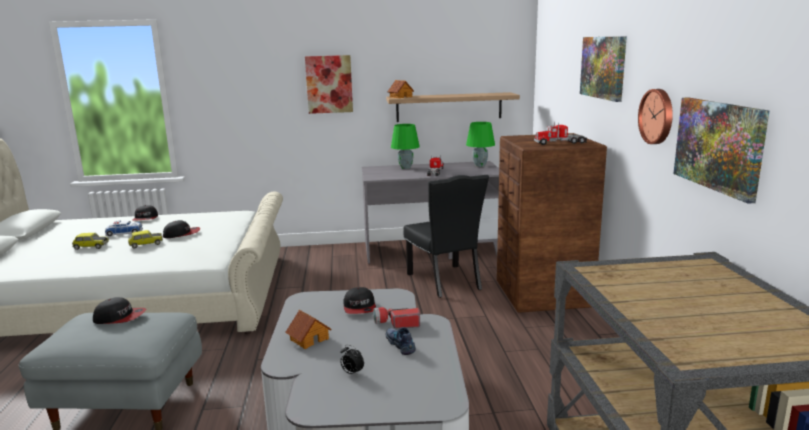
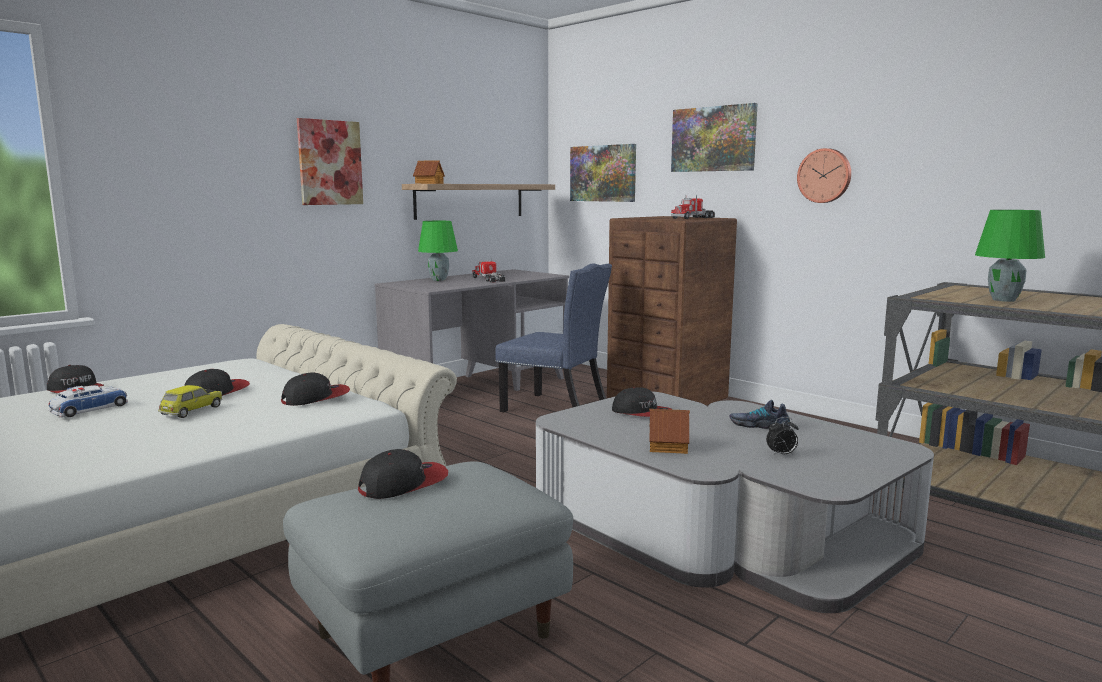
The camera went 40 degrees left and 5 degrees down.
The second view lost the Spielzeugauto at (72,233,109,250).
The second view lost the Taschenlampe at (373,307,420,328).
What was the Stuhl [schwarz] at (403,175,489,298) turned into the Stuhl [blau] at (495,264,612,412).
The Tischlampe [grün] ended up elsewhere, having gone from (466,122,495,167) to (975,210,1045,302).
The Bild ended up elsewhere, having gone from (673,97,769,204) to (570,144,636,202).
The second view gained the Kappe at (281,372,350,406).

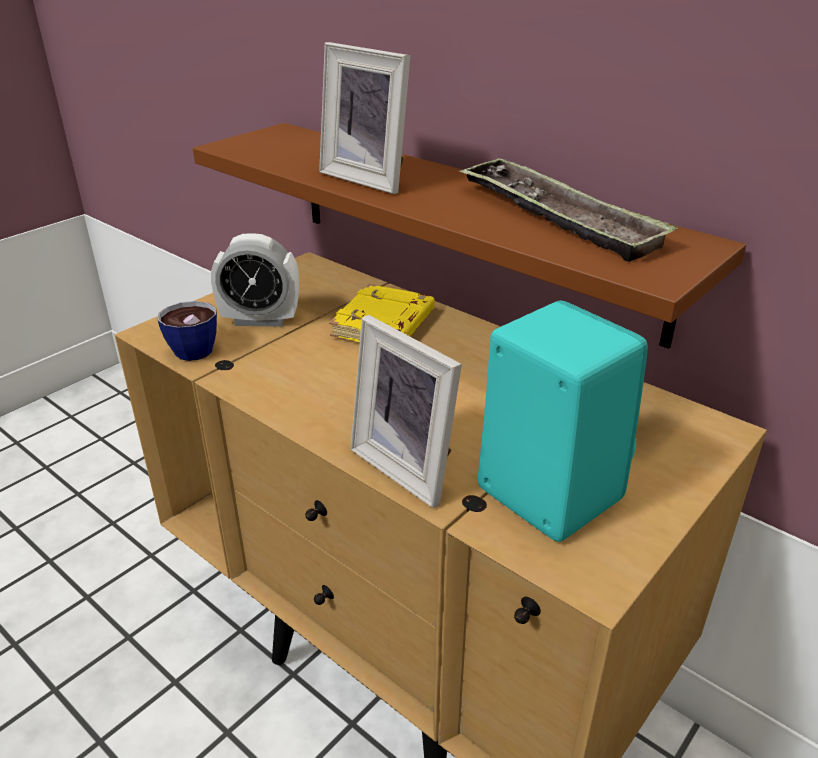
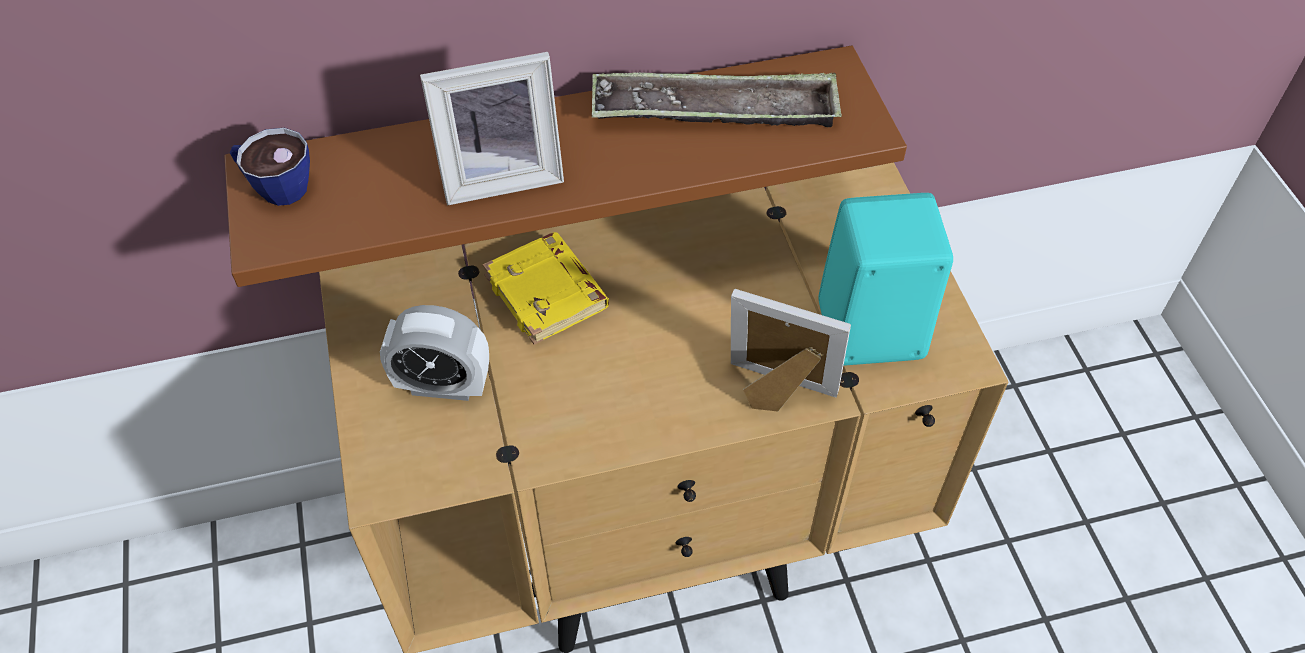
The camera went 55 degrees left and 20 degrees up.
The Tasse ended up elsewhere, having gone from (158,301,217,361) to (230,128,310,206).
The Wecker at (211,233,299,327) ended up facing another way, 60 degrees clockwise from before.
The Bilderrahmen at (351,315,462,508) ended up facing another way, 150 degrees counterclockwise from before.

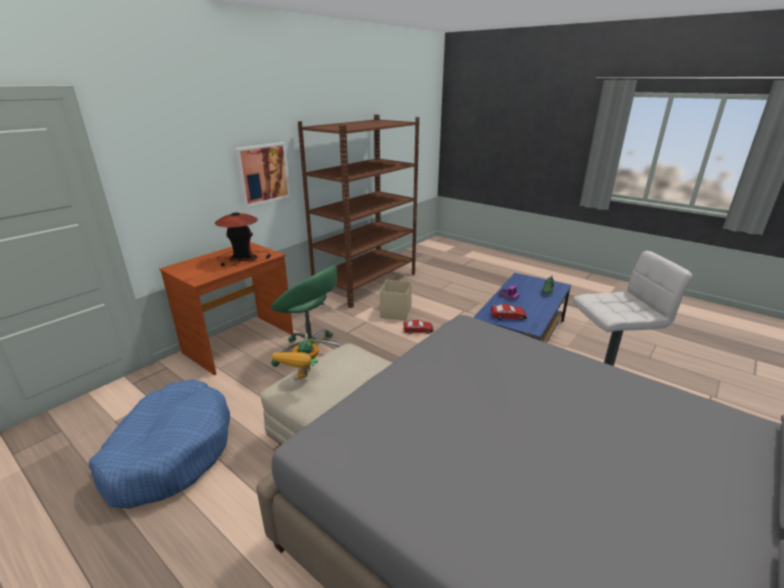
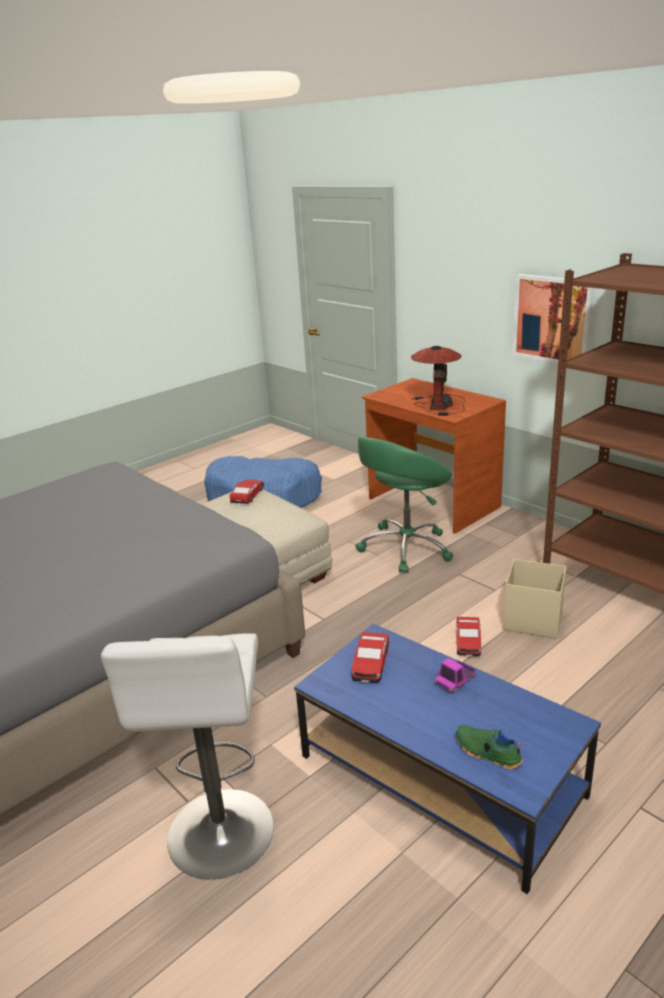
The camera went 100 degrees right and 0 degrees up.
Where the Spielzeugroboter stood at (272,333,319,381), the Spielzeugauto came to stand at (230,480,264,504).

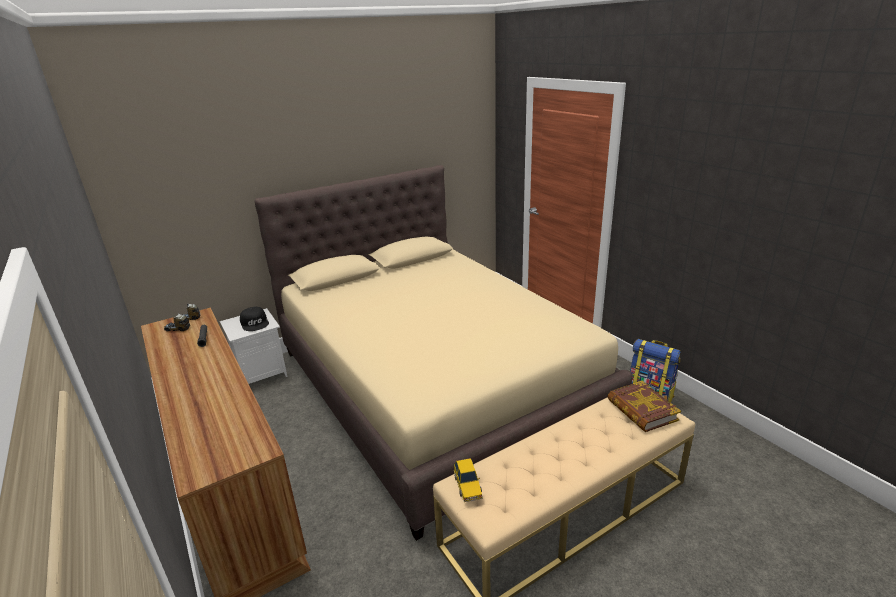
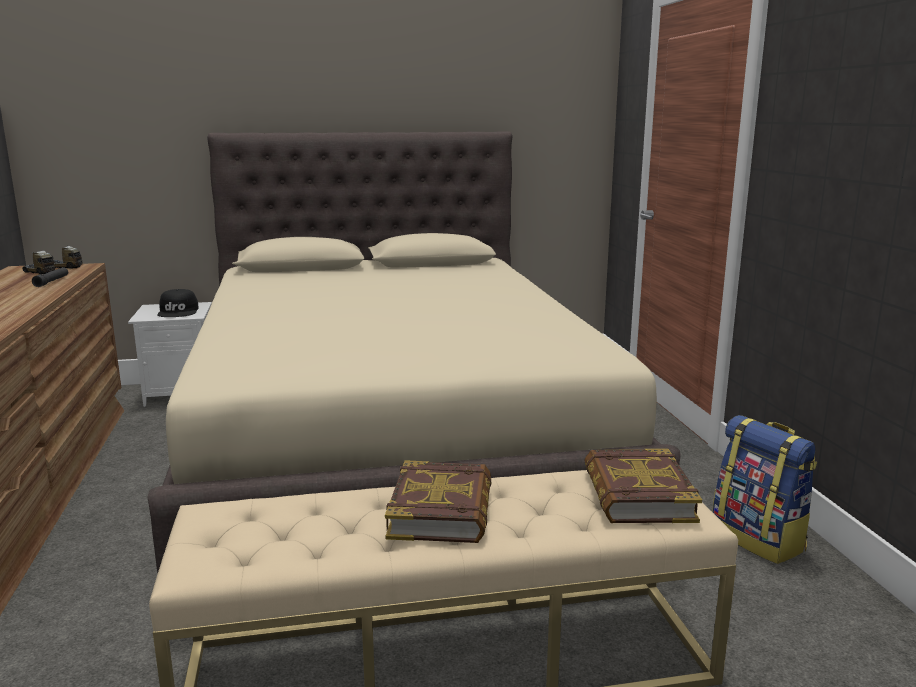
The camera went 20 degrees right and 10 degrees down.
The second view lost the Spielzeugauto at (454,458,483,502).
The second view gained the Buch at (385,460,491,543).

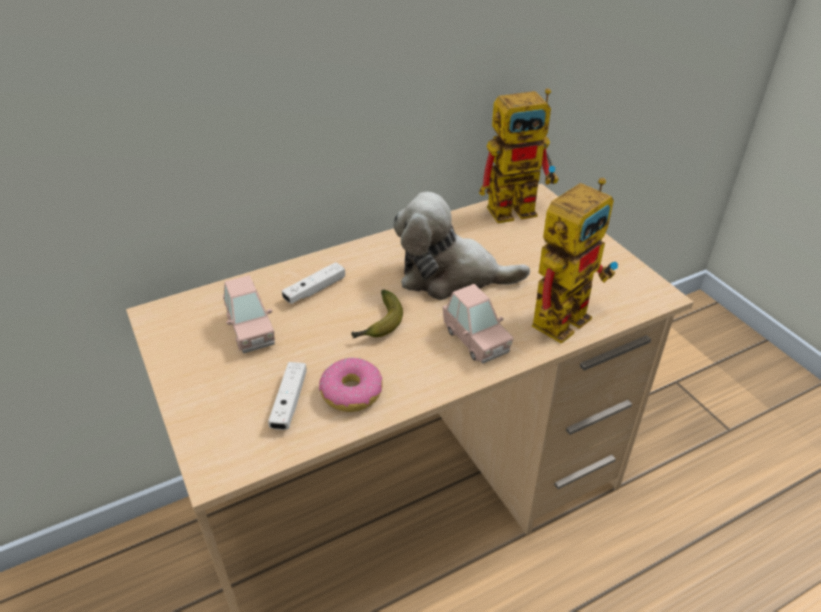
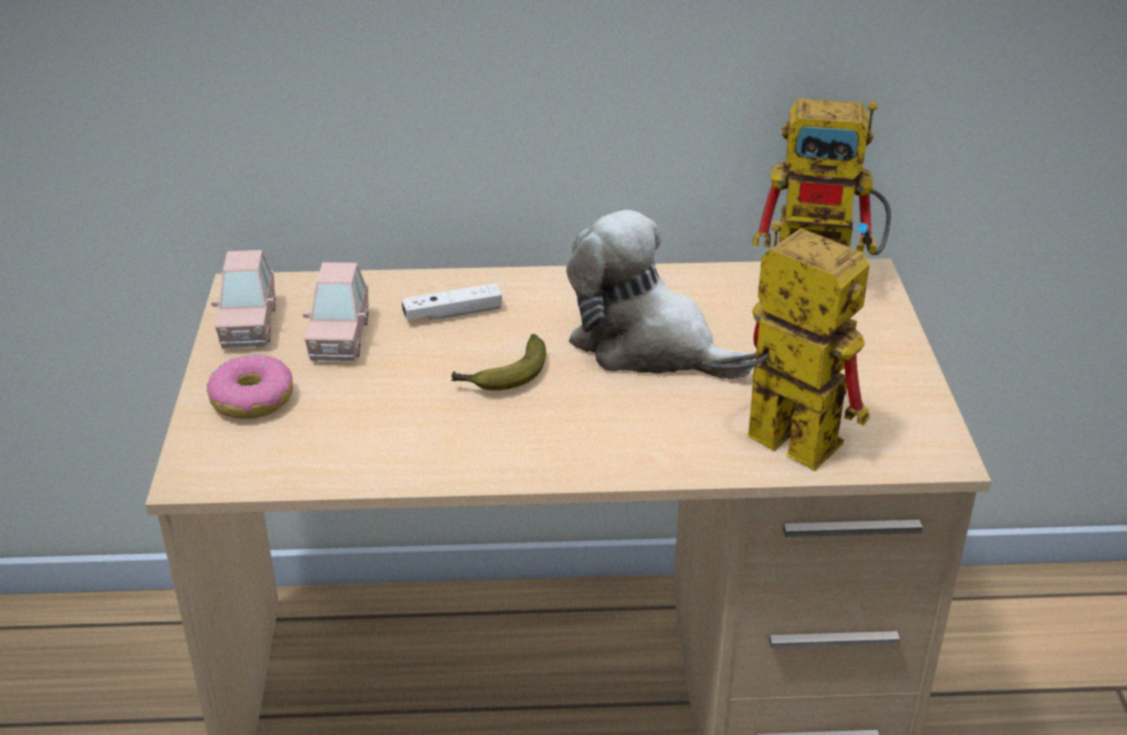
The camera went 25 degrees right and 5 degrees down.
The second view lost the Gamepad [weiß] at (268,362,307,430).
The Donut ended up elsewhere, having gone from (319,358,382,412) to (207,354,293,419).
The Spielzeugauto [rosa] ended up elsewhere, having gone from (443,284,513,364) to (211,250,276,348).
The Spielzeugroboter at (532,178,618,344) ended up facing another way, 120 degrees counterclockwise from before.

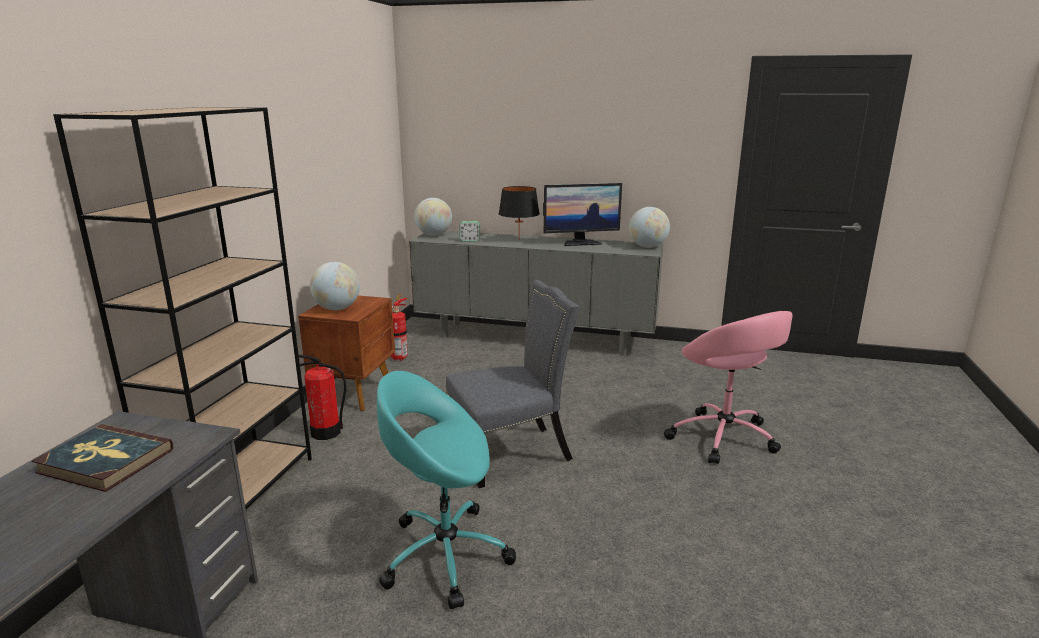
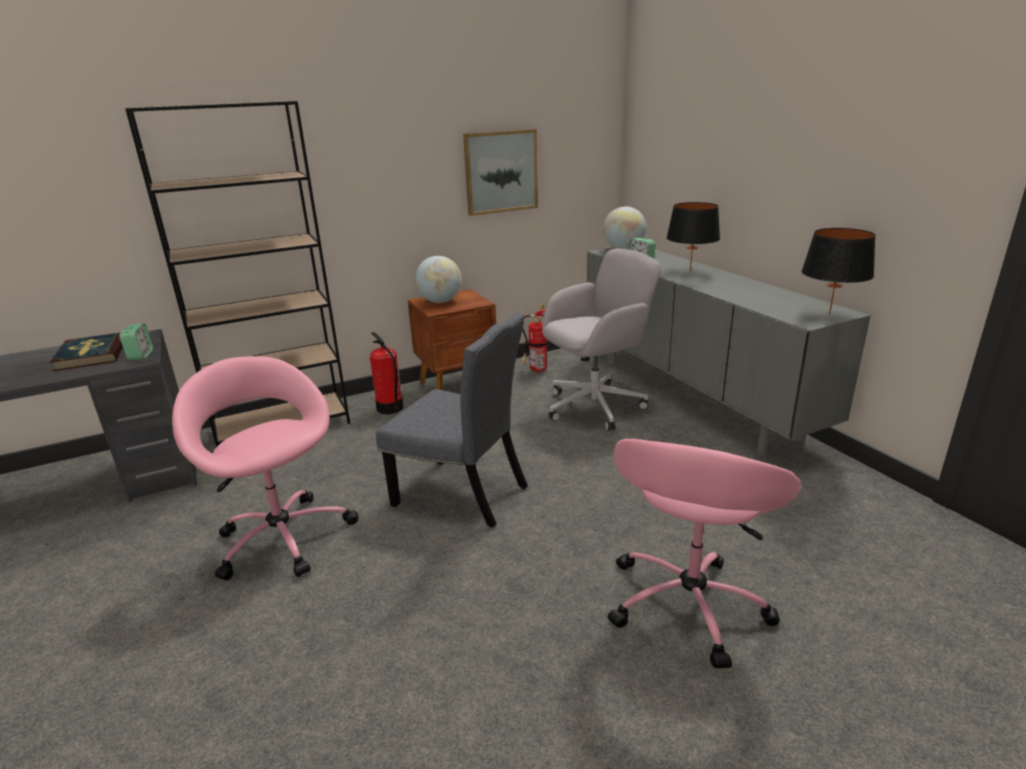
The camera went 50 degrees right and 5 degrees up.
What was the Bürostuhl [türkis] at (377,371,516,609) turned into the Bürostuhl [rosa] at (172,356,359,580).
The second view lost the Monitor at (543,183,622,246).
Where the Globus stood at (629,207,670,248), the Tischlampe [schwarz] came to stand at (801,228,876,315).
The second view gained the Wecker at (120,323,153,361).
The second view gained the Bild at (463,129,538,216).
The second view gained the Bürostuhl [grau] at (542,248,661,430).

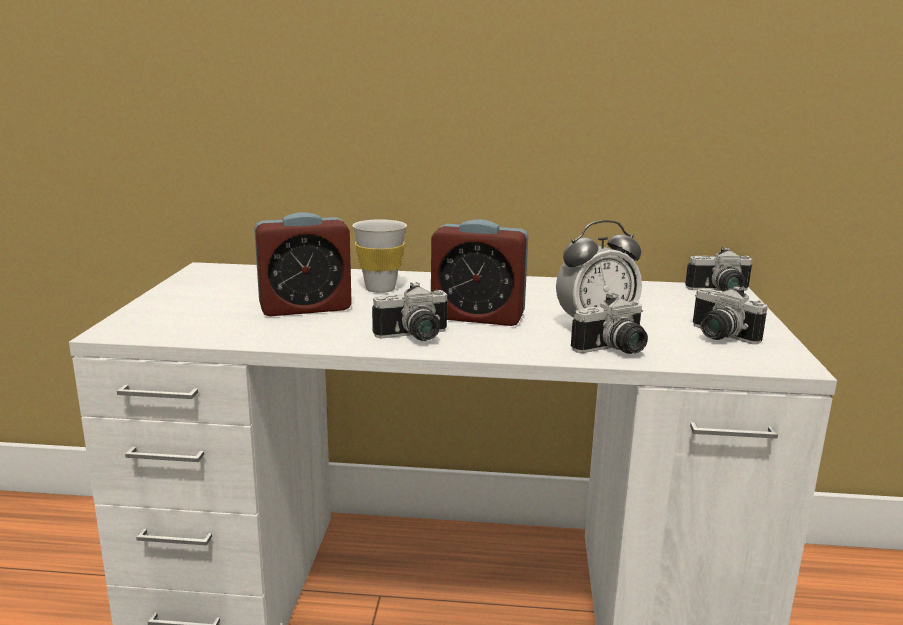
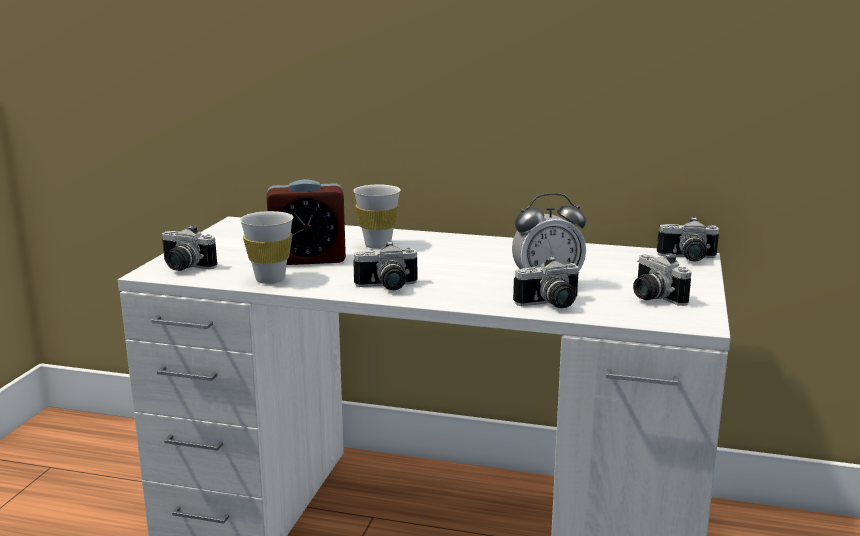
The camera went 10 degrees right and 0 degrees up.
The second view lost the Wecker at (431,219,528,326).
The second view gained the Kamera at (161,225,217,271).
The second view gained the Tasse [weiß] at (240,211,293,284).

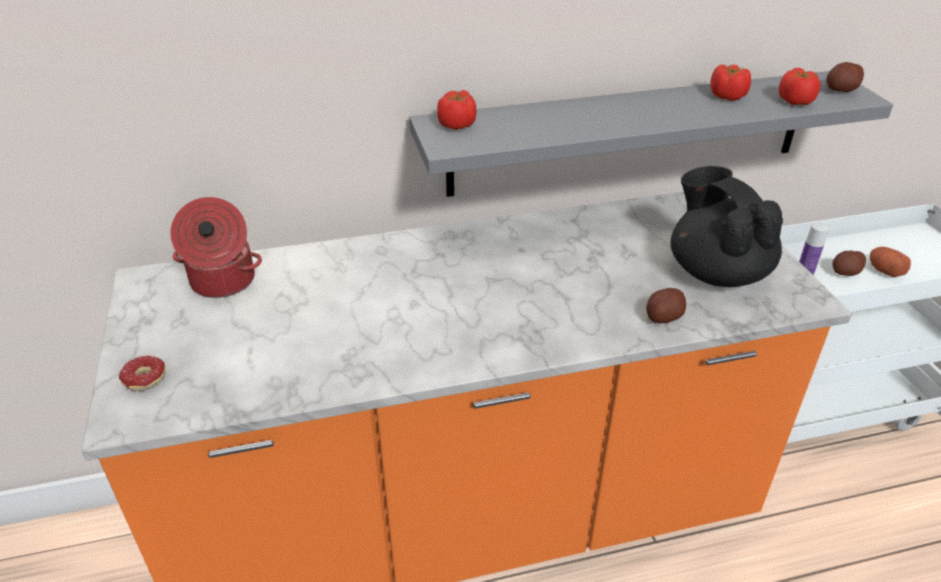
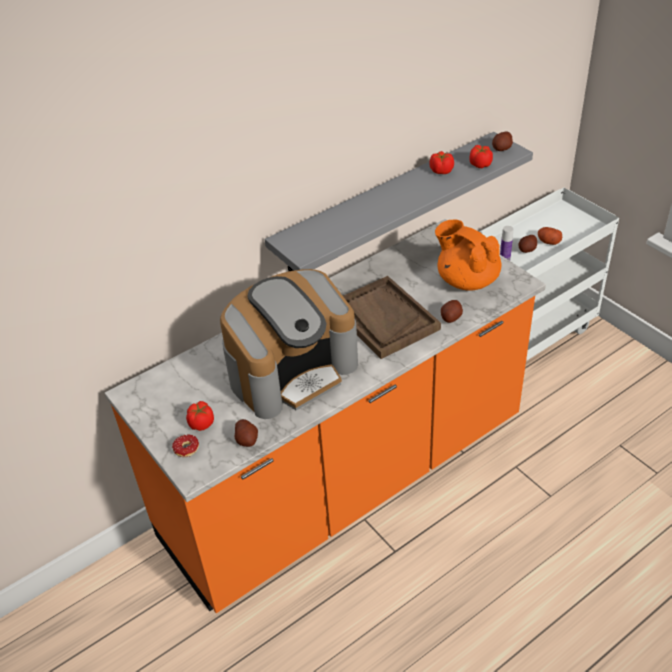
The camera went 20 degrees left and 5 degrees up.
The second view lost the Kochtopf at (170,197,262,298).
The Tomate ended up elsewhere, having gone from (437,90,476,130) to (186,401,214,431).
What was the Teekanne [schwarz] at (671,166,783,287) turned into the Teekanne [orange] at (435,220,501,291).
The second view gained the Kaffeemaschine at (220,269,358,419).
The second view gained the Kartoffel at (235,419,258,447).
The second view gained the Tablett [braun] at (343,276,441,359).

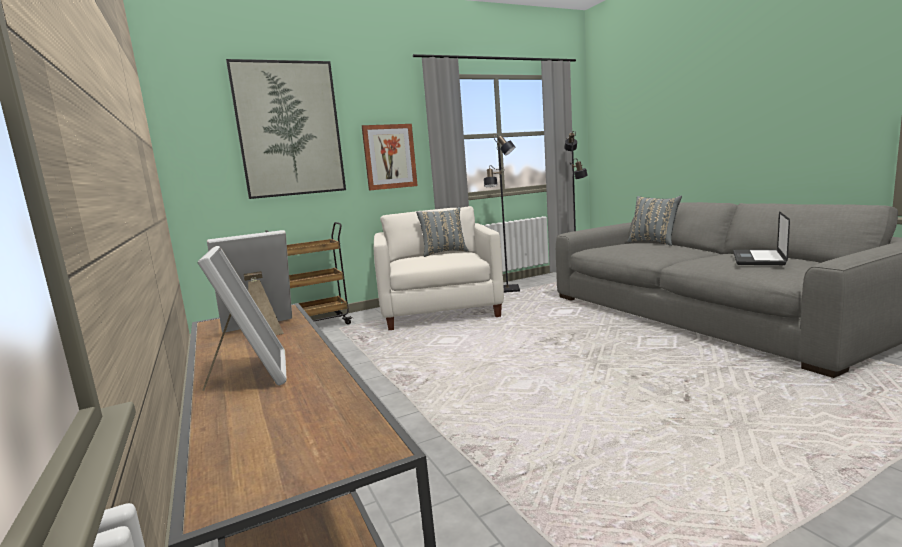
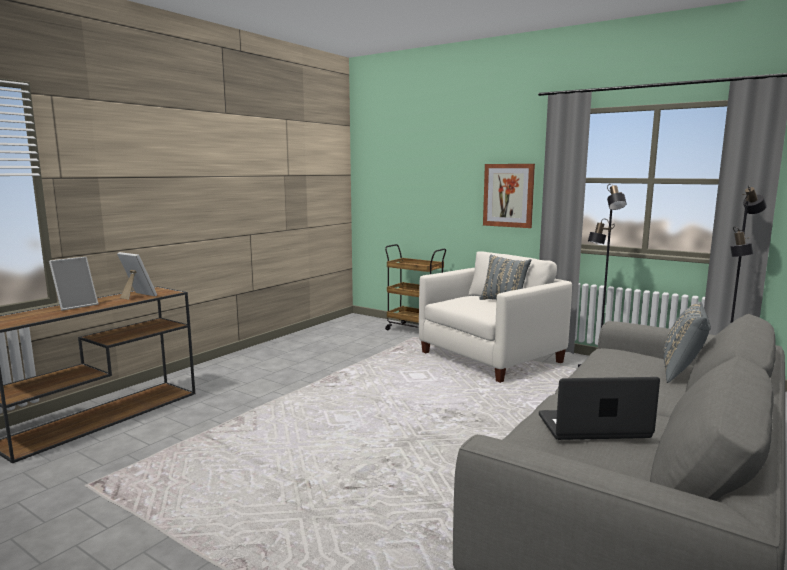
The camera went 60 degrees right and 0 degrees up.
The second view lost the Bild at (226,59,346,199).

